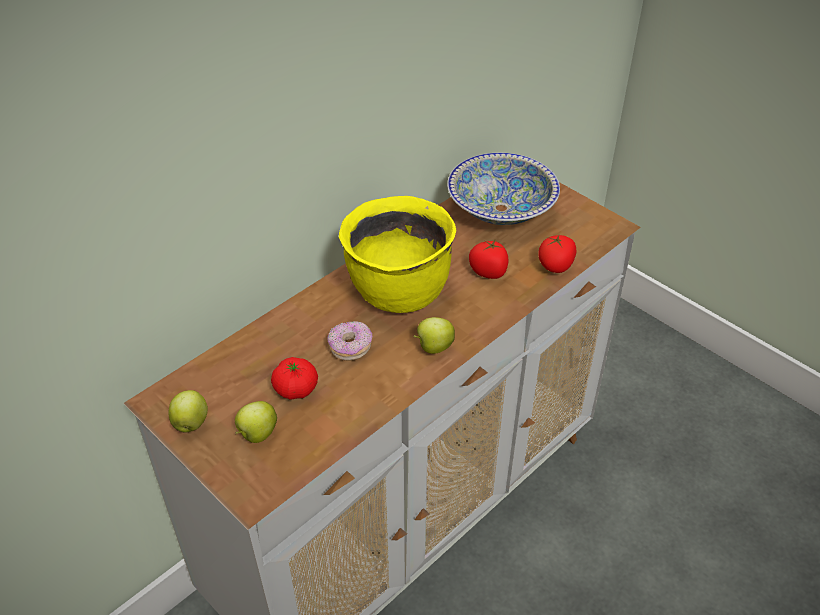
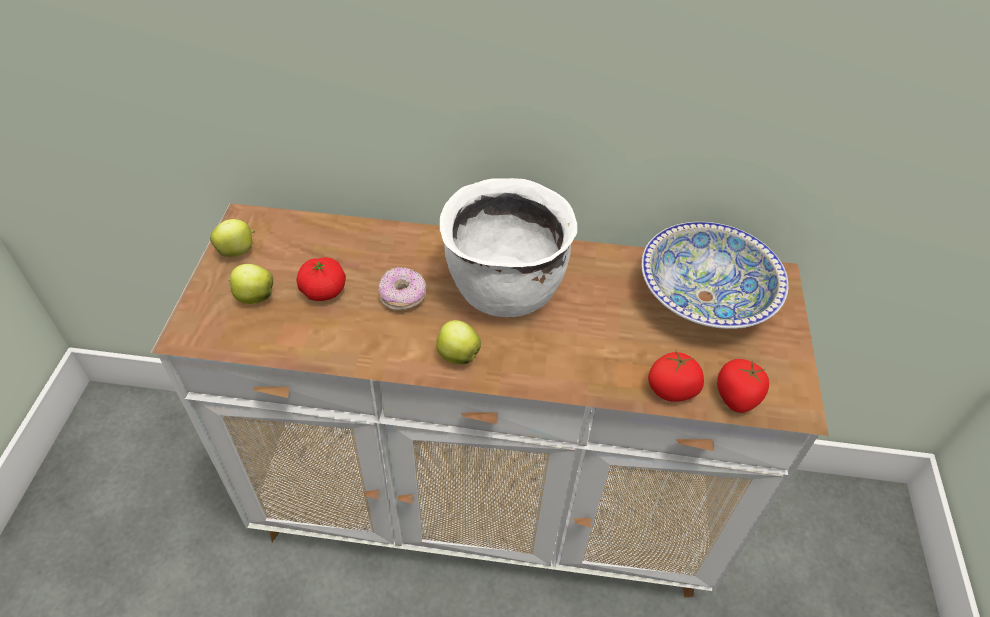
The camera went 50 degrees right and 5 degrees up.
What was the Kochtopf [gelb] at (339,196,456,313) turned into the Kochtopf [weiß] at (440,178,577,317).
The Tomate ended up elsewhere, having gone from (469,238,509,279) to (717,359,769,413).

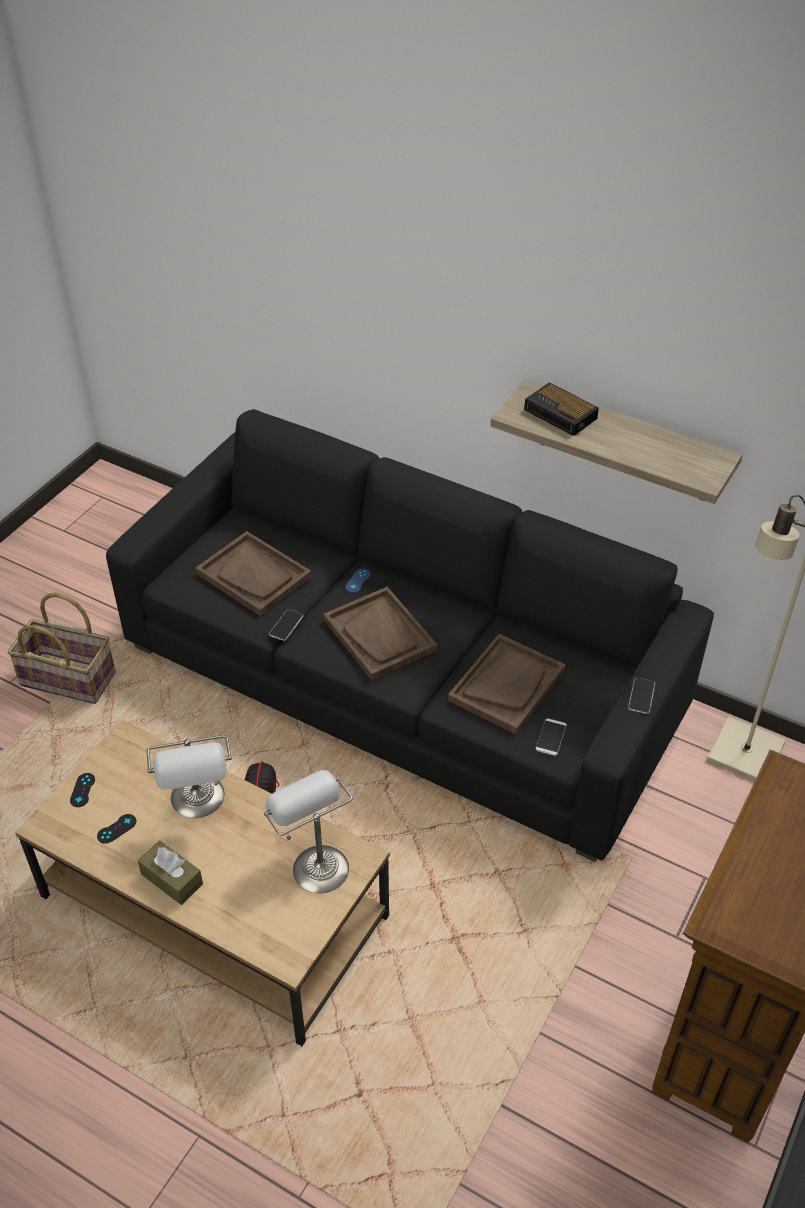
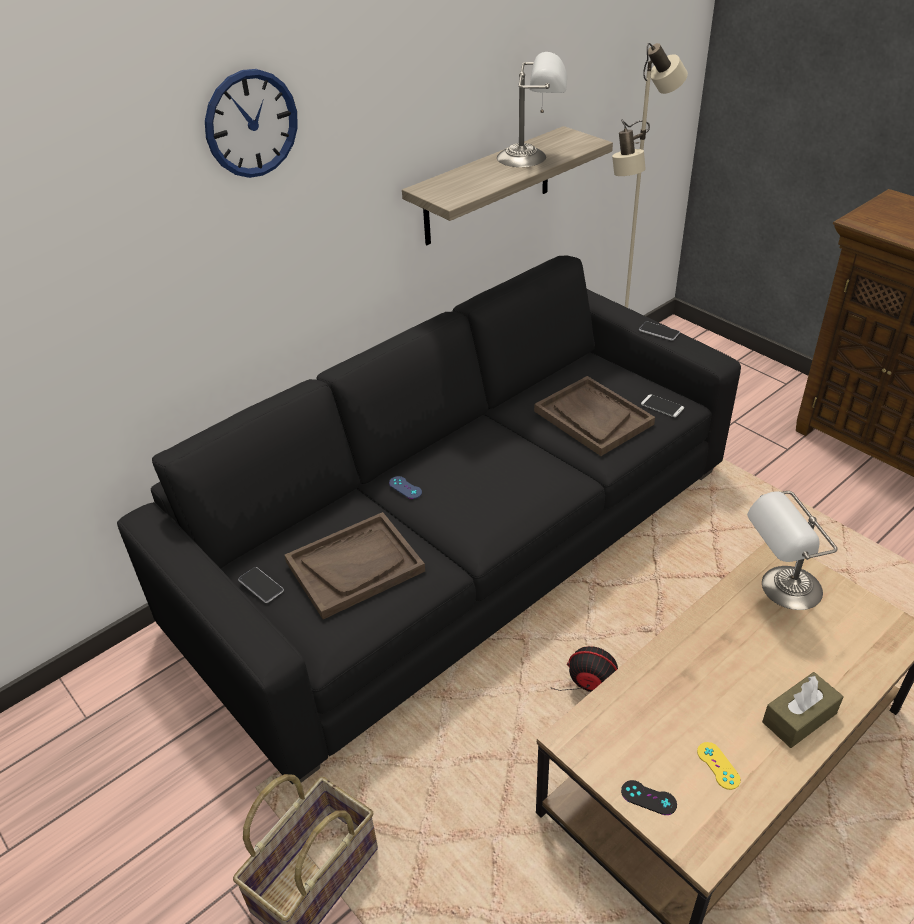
The camera went 70 degrees left and 5 degrees down.
What was the Gamepad [schwarz] at (97,814,136,844) turned into the Gamepad [gelb] at (697,742,741,790).
The Tischlampe [weiß] ended up elsewhere, having gone from (146,735,232,818) to (497,52,567,167).
The Handy ended up elsewhere, having gone from (269,609,303,641) to (238,567,284,603).
The second view lost the Tablett [braun] at (324,587,437,680).
The second view lost the Wecker at (524,382,599,436).
The second view gained the Wanduhr at (205,69,298,178).

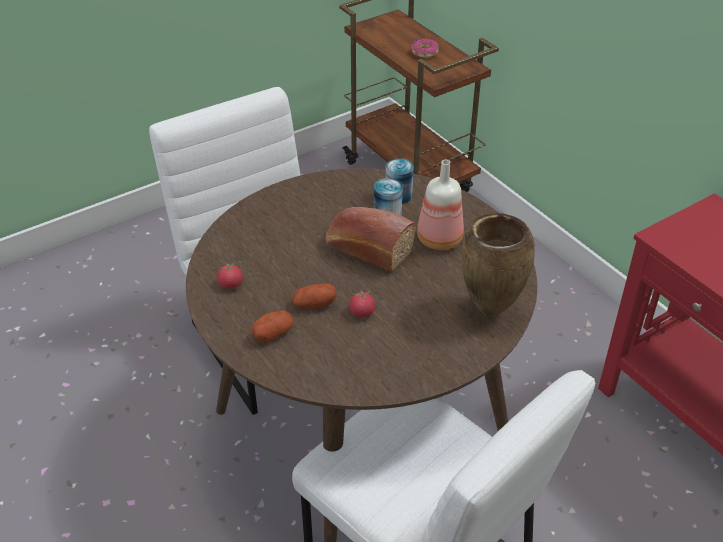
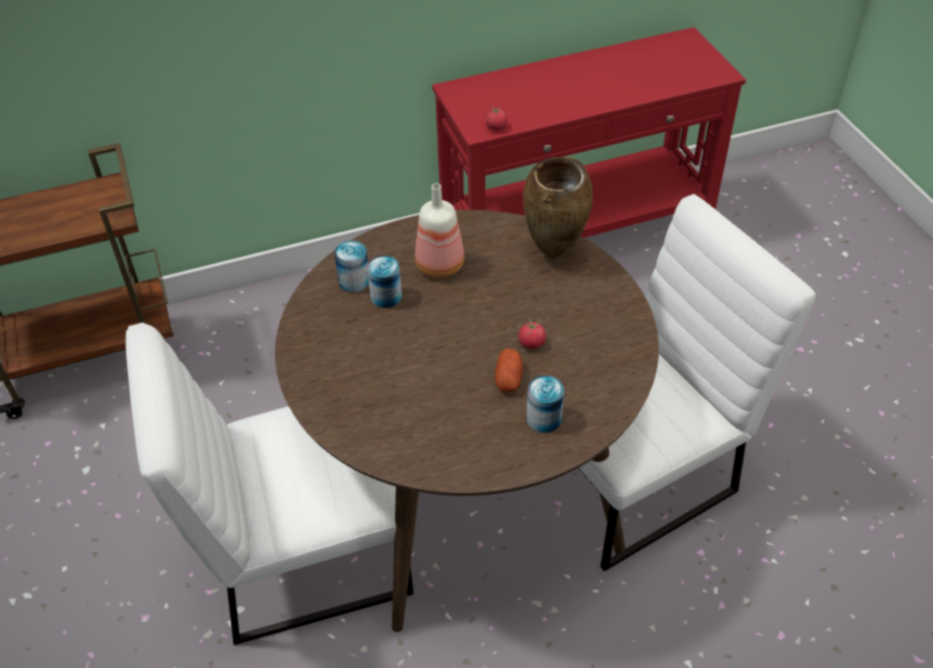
The camera went 75 degrees left and 5 degrees up.
The Tomate ended up elsewhere, having gone from (217,261,243,289) to (485,107,507,130).
Where the Kartoffel stood at (252,310,294,342), the Dose came to stand at (527,375,564,433).
The second view lost the Brot at (326,207,416,272).
The second view lost the Donut at (411,38,439,58).

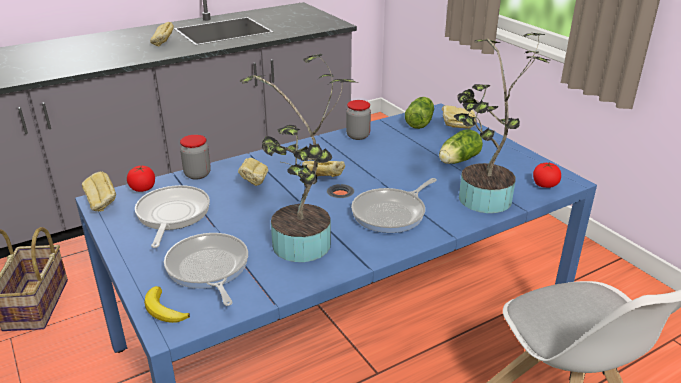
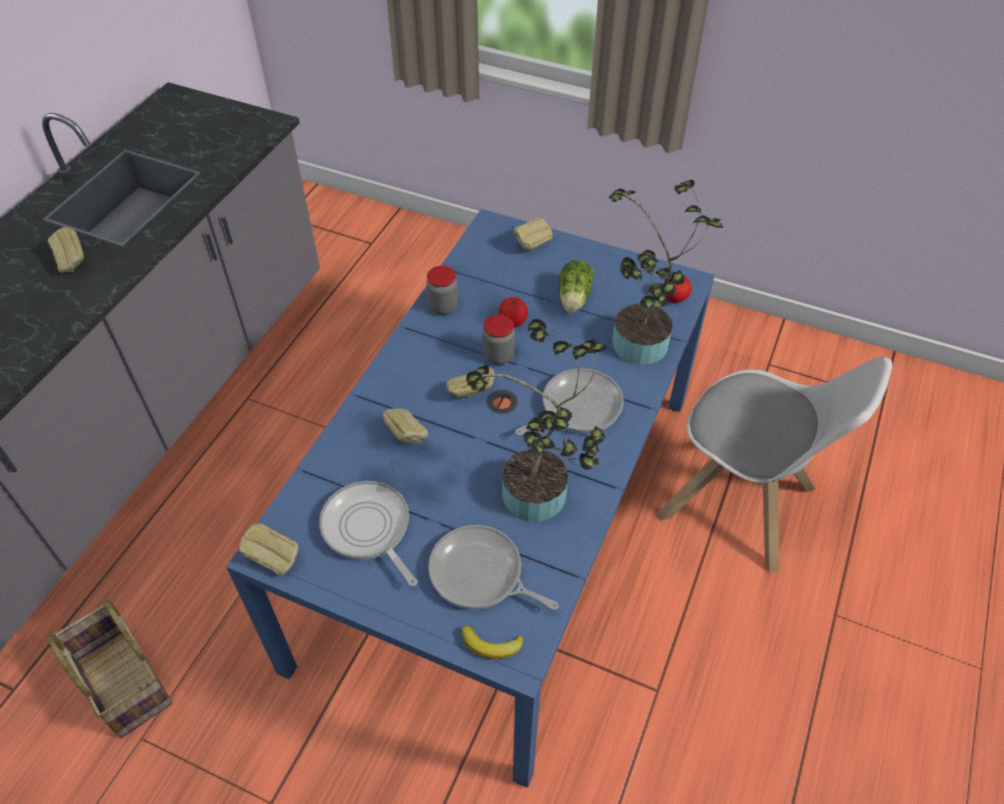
The camera went 35 degrees left and 20 degrees up.
The Tomate ended up elsewhere, having gone from (127,166,155,192) to (499,297,528,327).
The Vorratsglas ended up elsewhere, having gone from (180,135,211,180) to (483,314,515,365).
The Pfanne at (351,178,437,233) ended up facing another way, 135 degrees counterclockwise from before.
The second view lost the Salatkopf at (405,97,434,129).

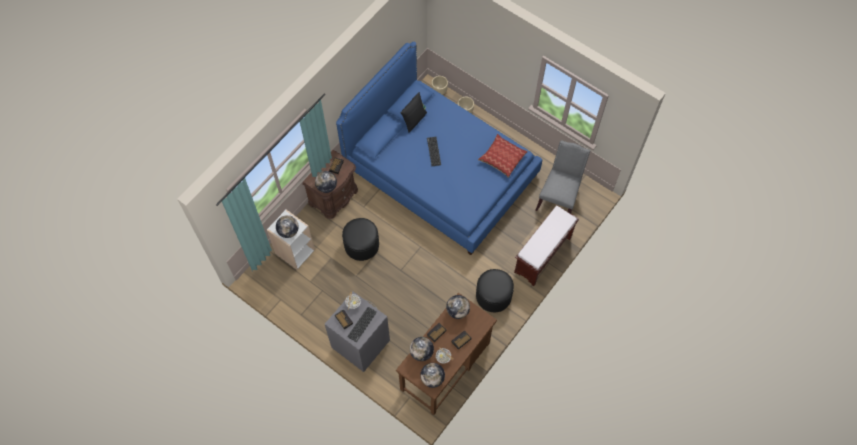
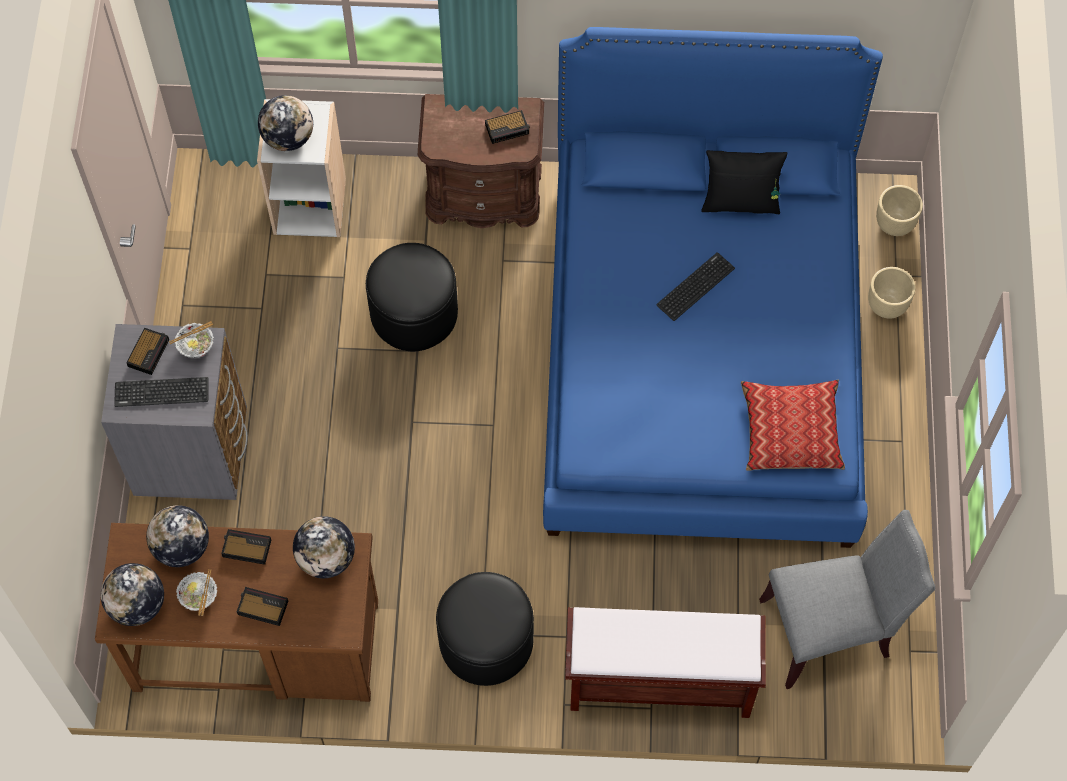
The camera went 55 degrees right and 0 degrees up.
The second view lost the Globus at (315,171,337,193).

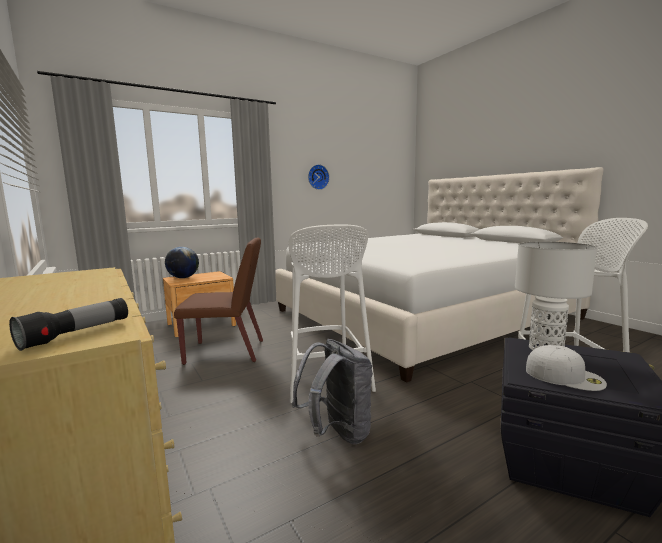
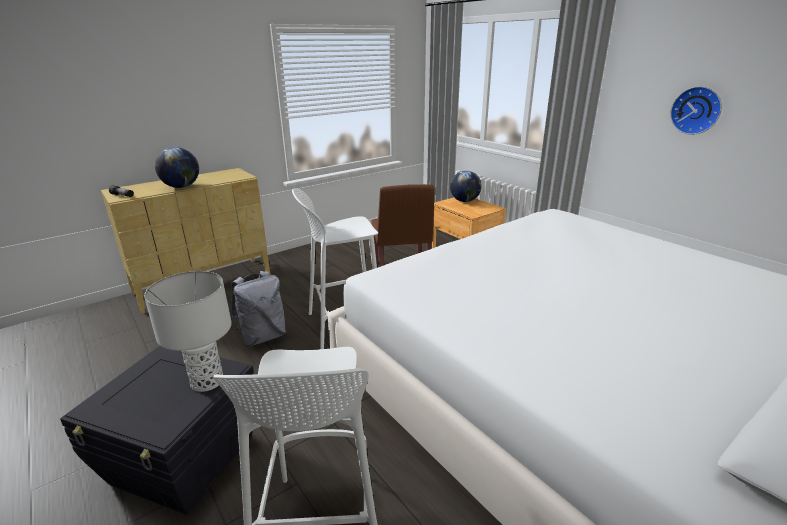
The camera went 85 degrees right and 15 degrees up.
The second view lost the Kappe [weiß] at (526,345,607,391).
The second view gained the Globus at (155,147,199,188).

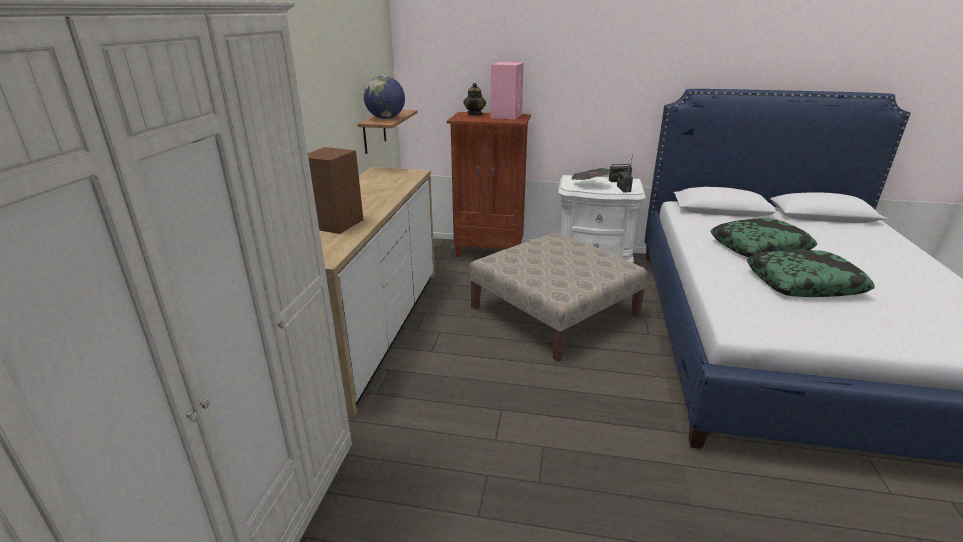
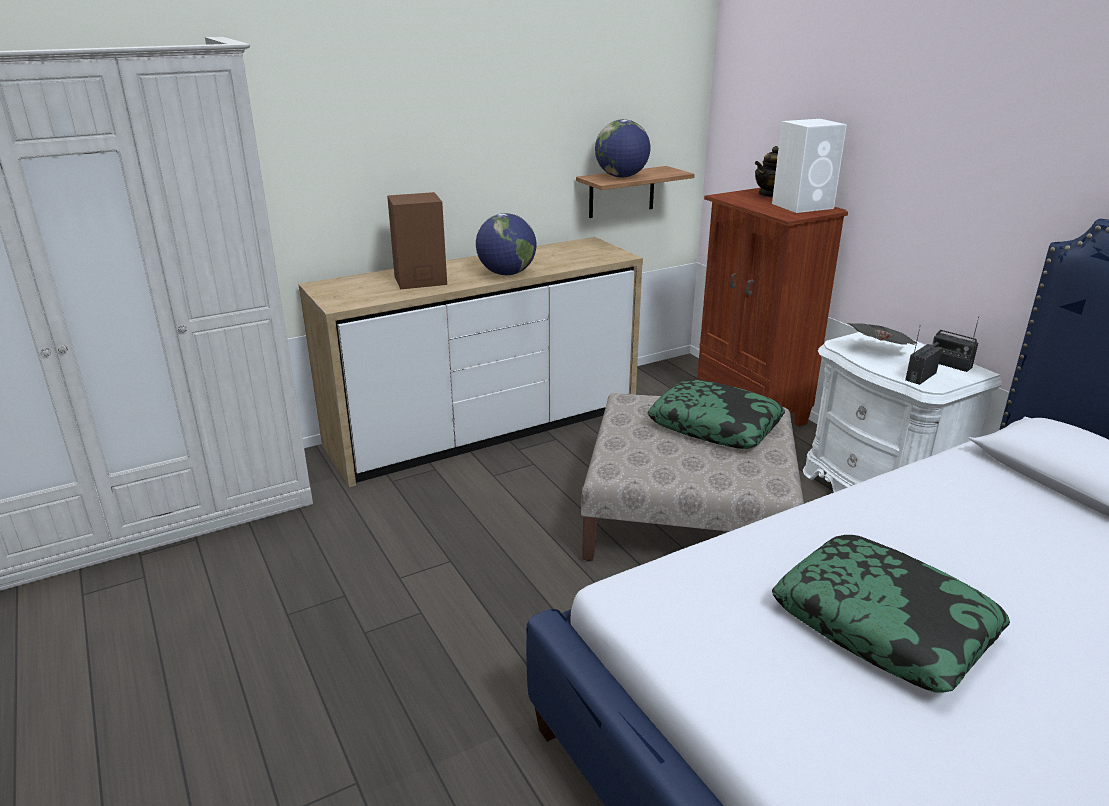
The camera went 50 degrees right and 0 degrees up.
What was the Lautsprecher [rosa] at (491,62,524,119) turned into the Lautsprecher [weiß] at (772,119,847,213).
The Kissen ended up elsewhere, having gone from (711,218,817,257) to (648,379,785,449).
The second view gained the Globus at (476,213,537,275).

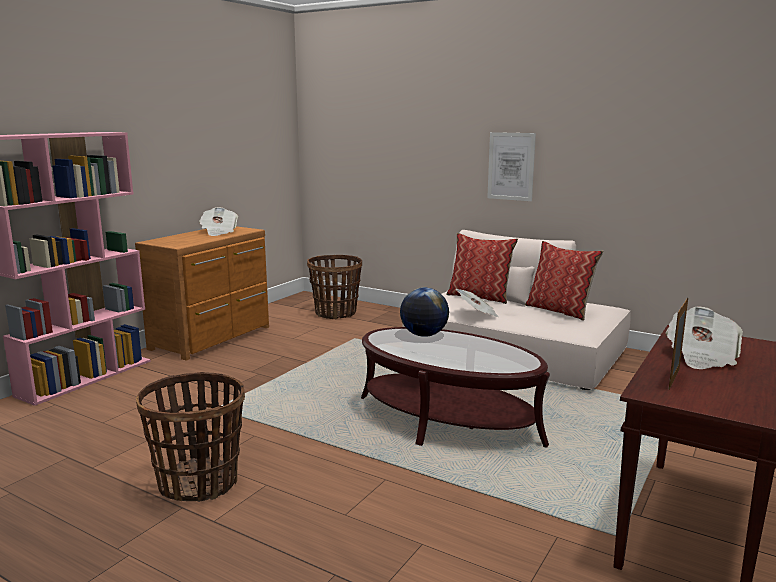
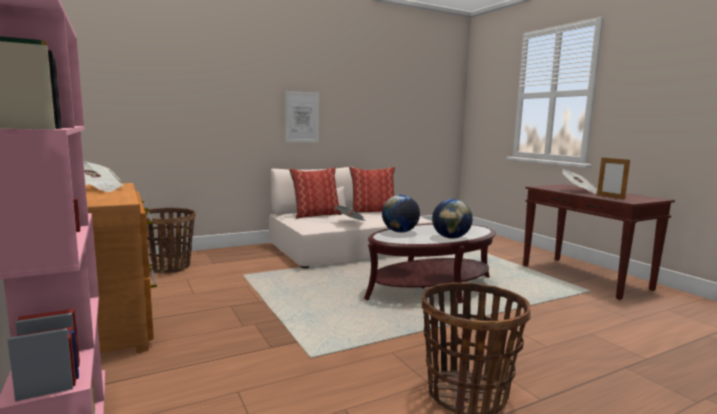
The camera went 60 degrees left and 5 degrees down.
The second view gained the Globus at (432,199,473,239).

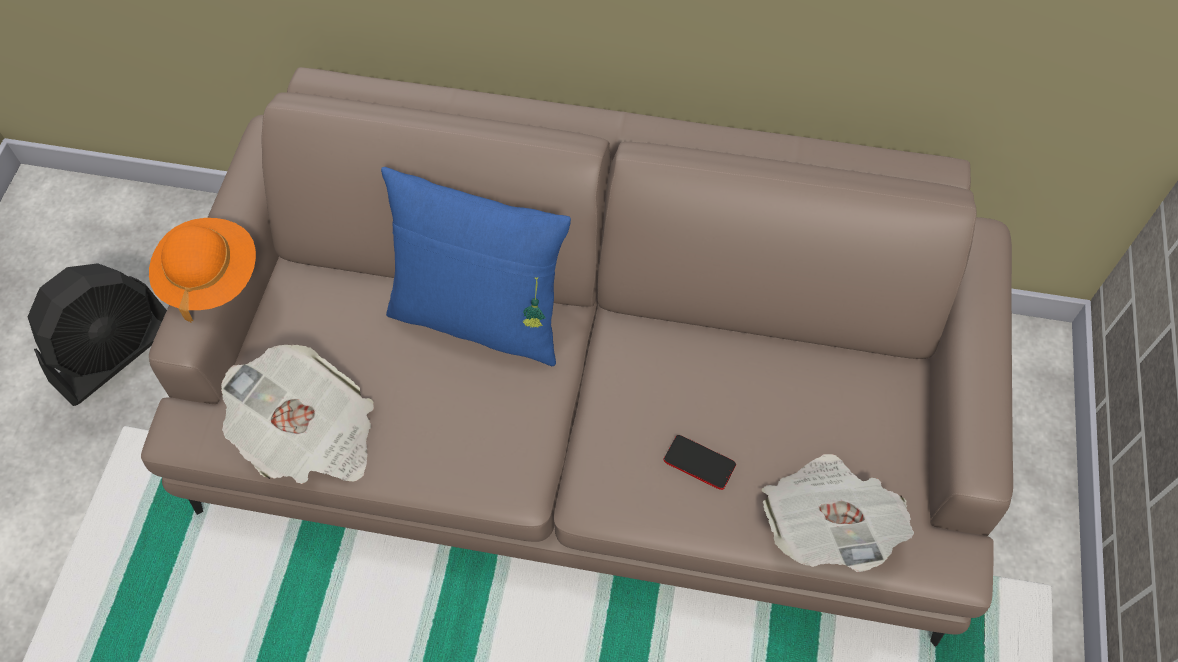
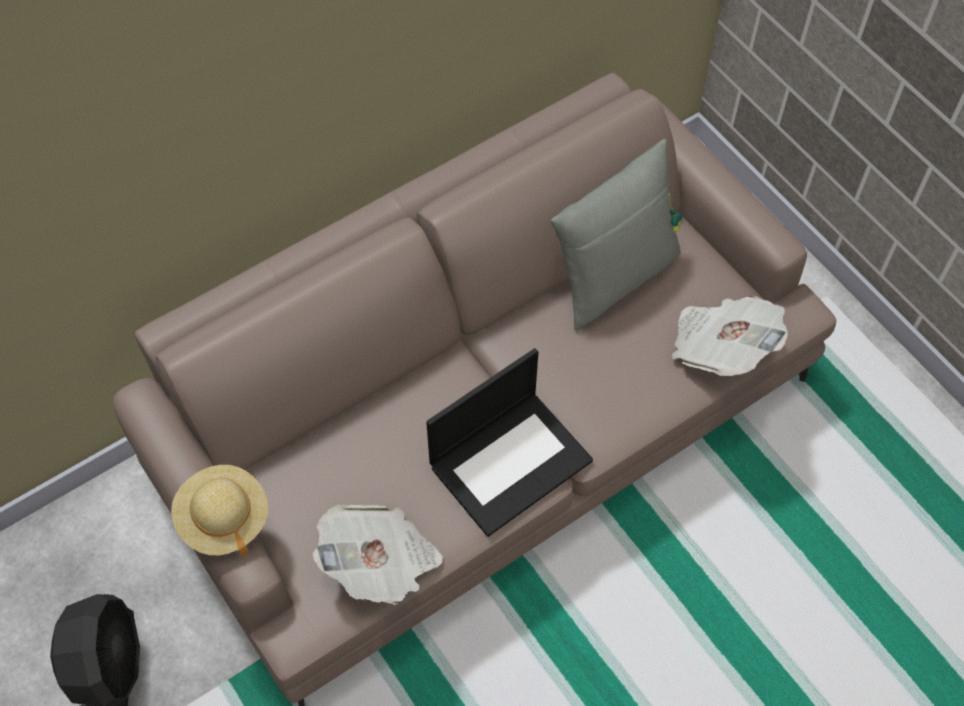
The camera went 45 degrees left and 0 degrees up.
What was the Hut [orange] at (149,218,256,323) turned into the Hut [beige] at (171,465,268,557).
The second view lost the Kissen [blau] at (381,167,571,366).
The second view lost the Handy at (664,435,736,490).
The second view gained the Laptop at (426,348,593,537).
The second view gained the Kissen [grau] at (550,139,684,330).

